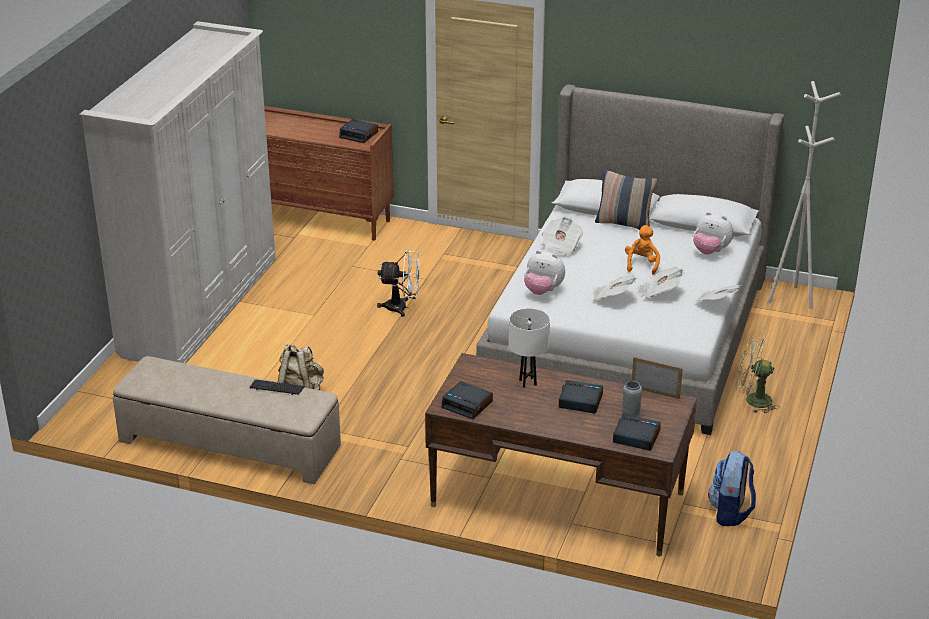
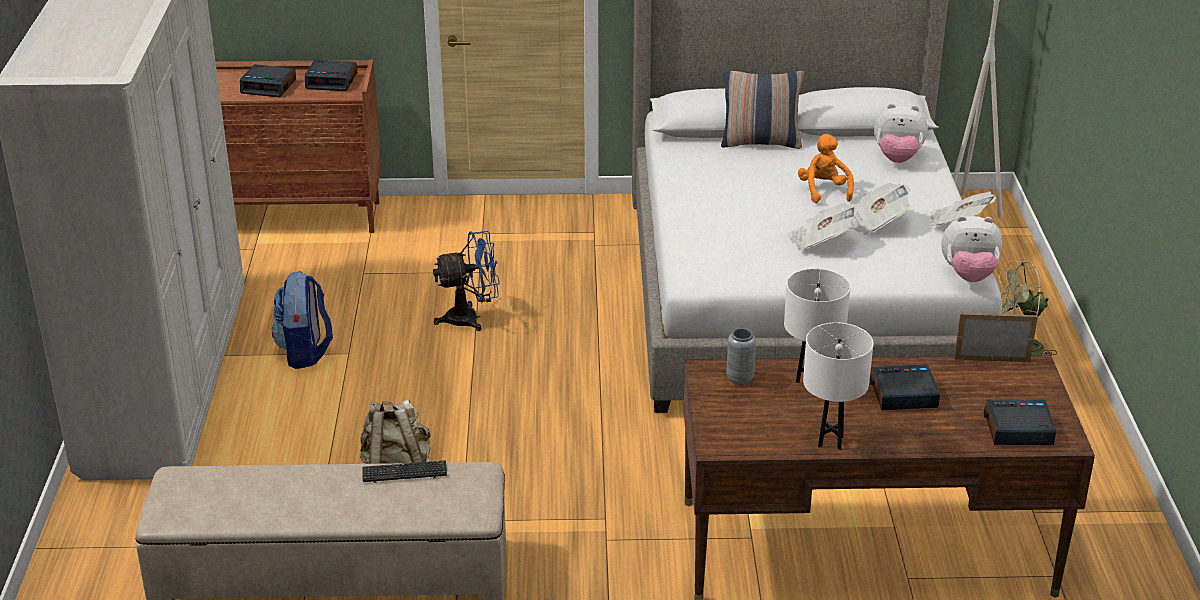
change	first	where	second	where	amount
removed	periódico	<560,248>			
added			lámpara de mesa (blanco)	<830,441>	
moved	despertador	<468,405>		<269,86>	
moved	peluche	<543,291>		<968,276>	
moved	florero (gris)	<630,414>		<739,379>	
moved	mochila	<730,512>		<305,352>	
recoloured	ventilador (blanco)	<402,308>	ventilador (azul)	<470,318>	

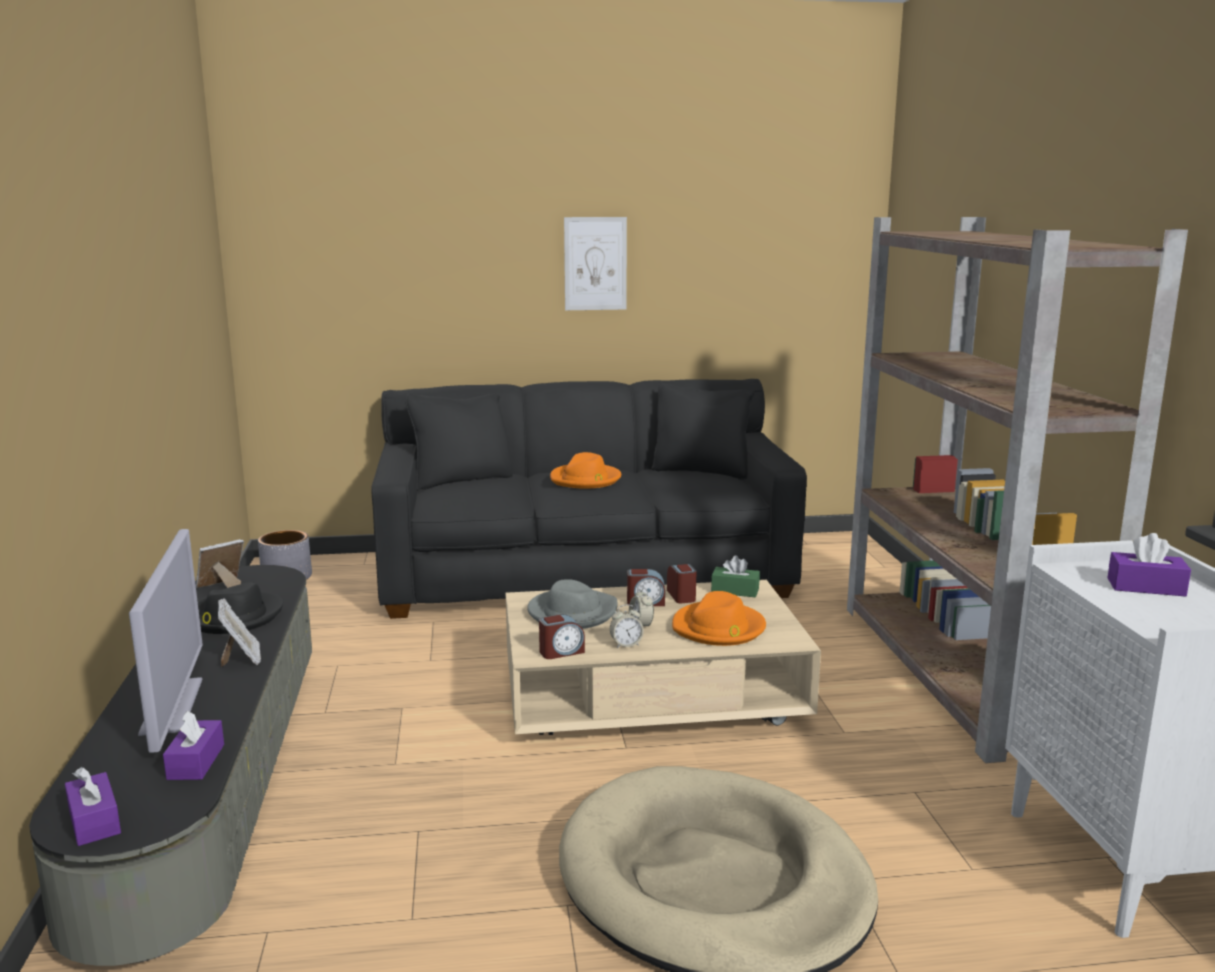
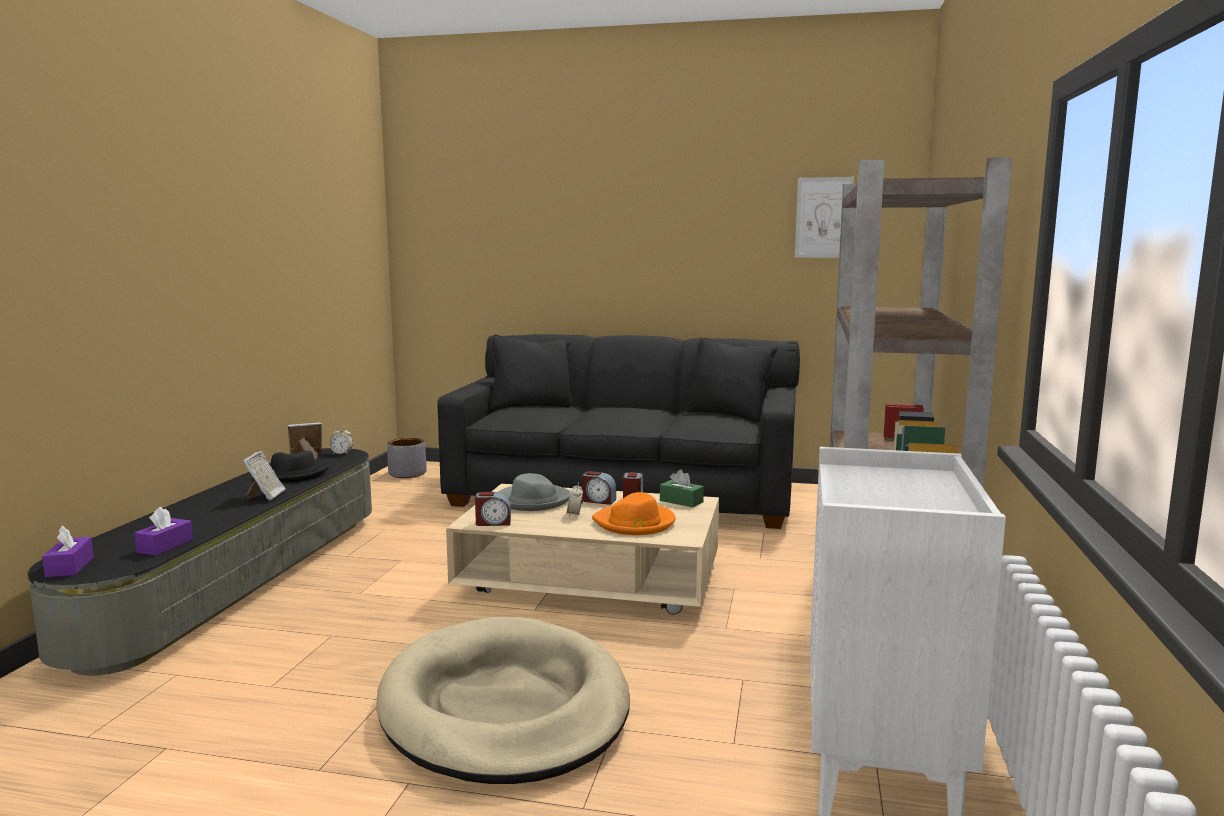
change	first	where	second	where	amount
removed	televisor	<172,706>			
removed	sombrero (naranja)	<585,479>			
removed	caja de pañuelos (morado)	<1146,587>			
moved	cuadro	<595,263>		<823,217>	
moved	despertador	<626,644>		<342,453>	

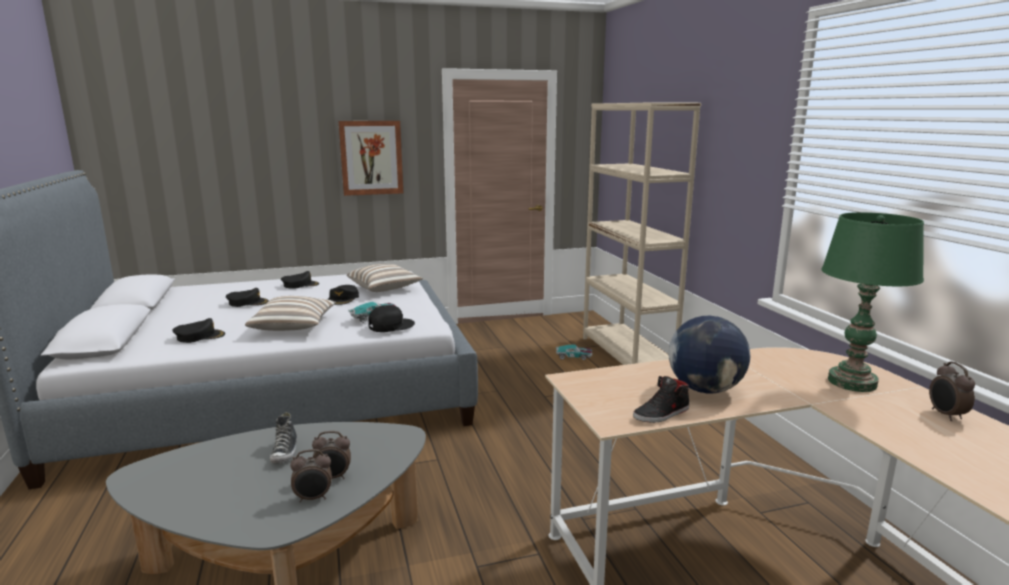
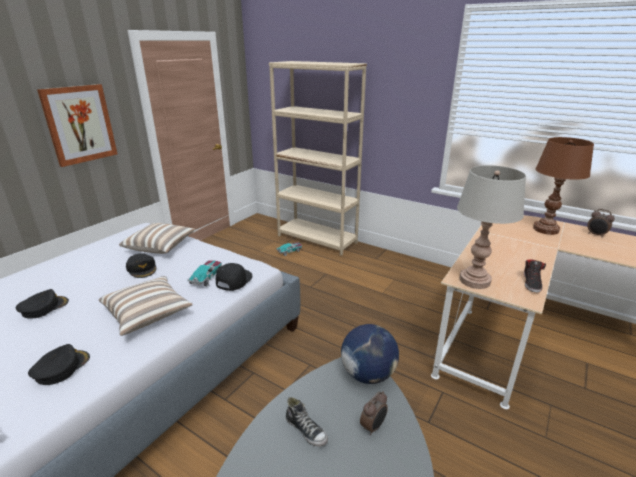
change	first	where	second	where	amount
removed	gorra (negro)	<300,285>			
removed	despertador	<313,498>			
added			lámpara de mesa (gris)	<475,280>	
moved	globo terráqueo	<705,389>		<368,374>	
recoloured	lámpara de mesa (verde)	<852,382>	lámpara de mesa (marrón)	<545,229>	

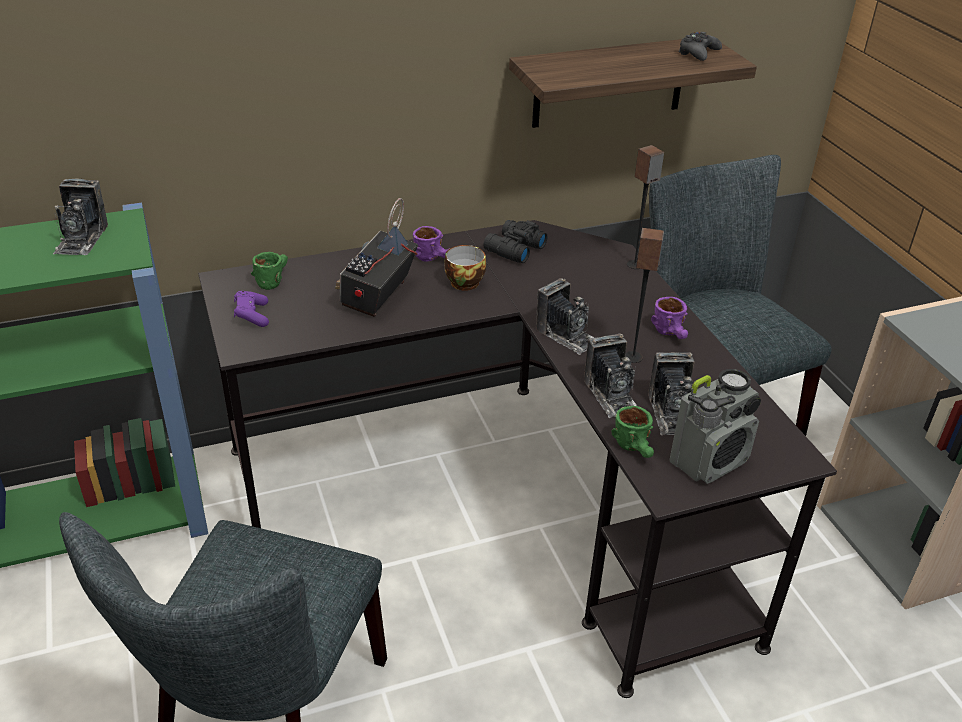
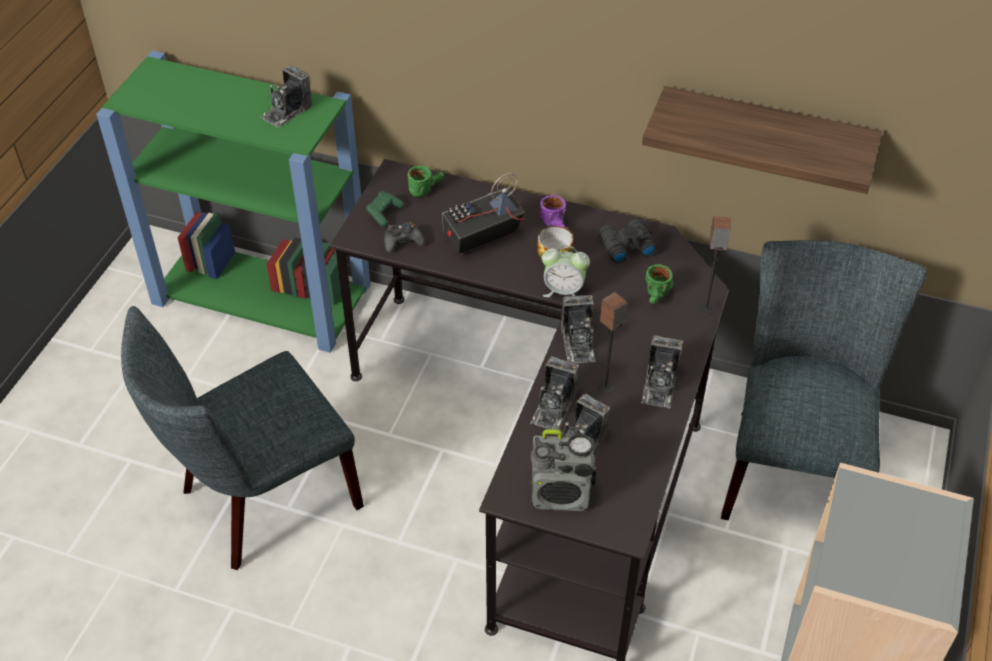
change	first	where	second	where	amount
added			despertador	<563,291>	
moved	taza grande (verde)	<636,449>		<657,297>	
moved	mando de consola (negro)	<698,53>		<402,241>	
replaced	taza grande (morado)	<672,334>	cámara	<659,385>	
recoloured	mando de consola (morado)	<252,316>	mando de consola (verde)	<384,214>	

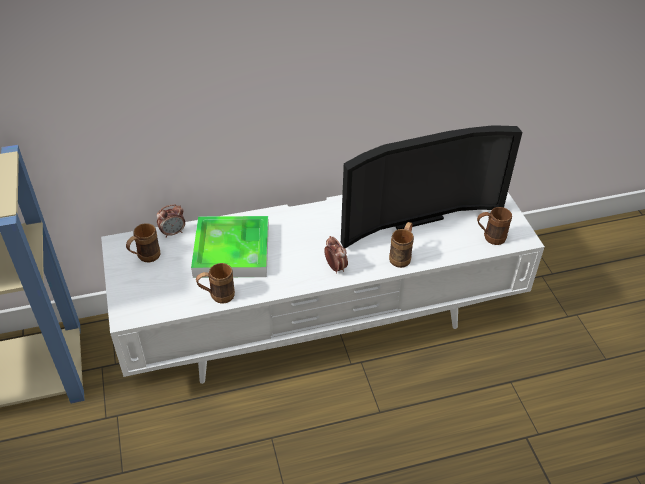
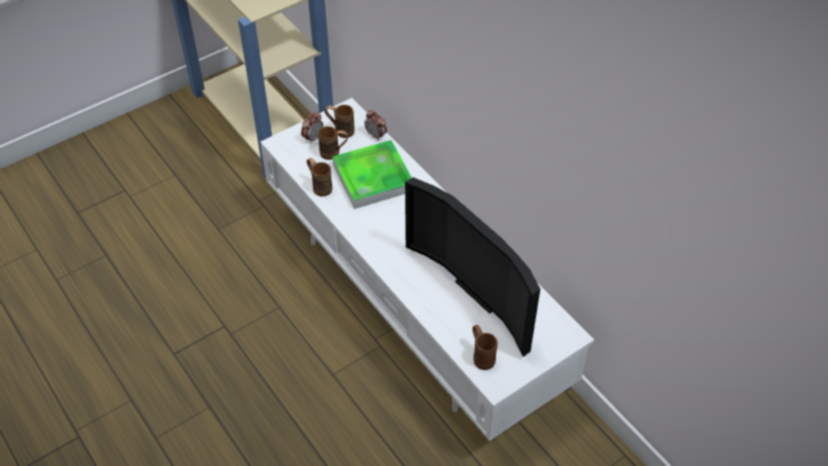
change	first	where	second	where	amount
moved	despertador	<335,267>		<313,138>	
moved	taza grande (marrón)	<402,256>		<334,153>	

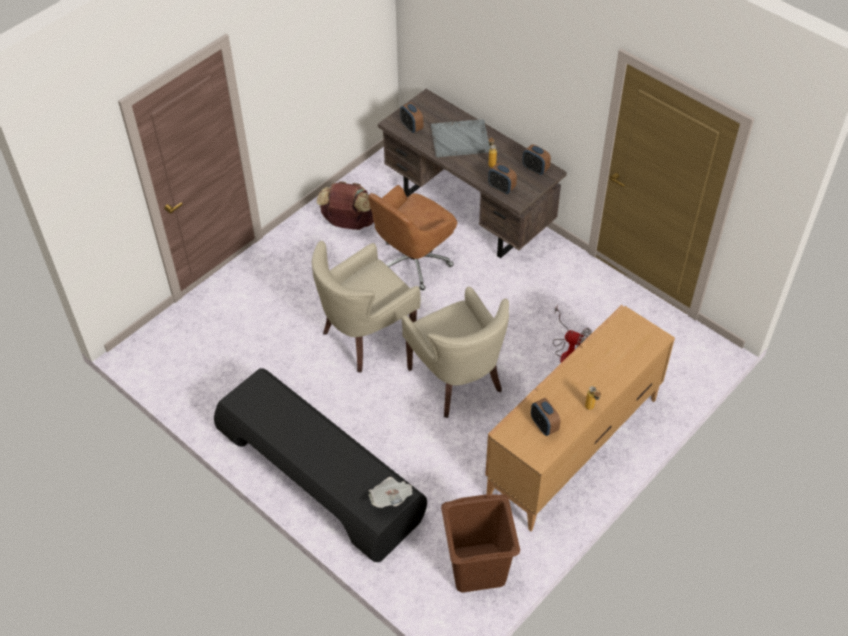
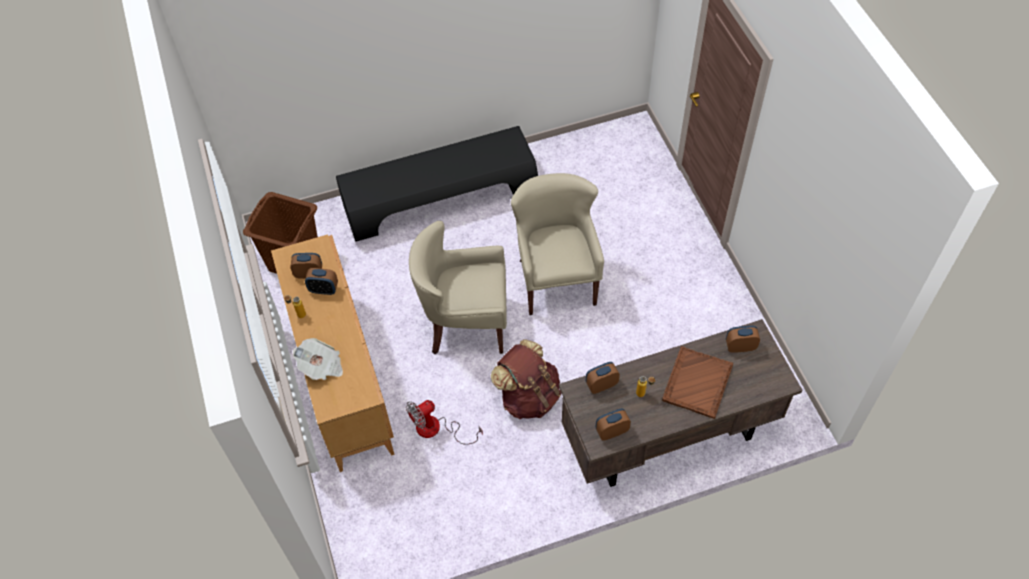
change	first	where	second	where	amount
removed	silla de oficina (marrón)	<413,262>			
added			despertador	<324,289>	
moved	mochila (marrón)	<349,223>		<528,396>	
moved	periódico	<390,498>		<321,366>	
recoloured	bandeja (gris)	<460,139>	bandeja (marrón)	<697,383>	

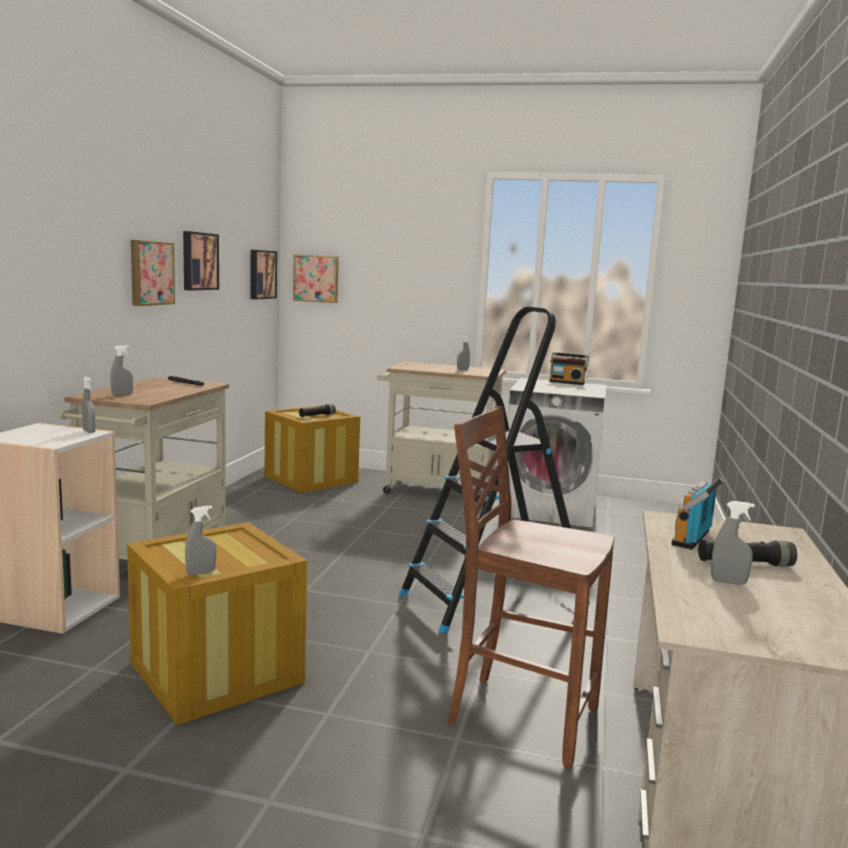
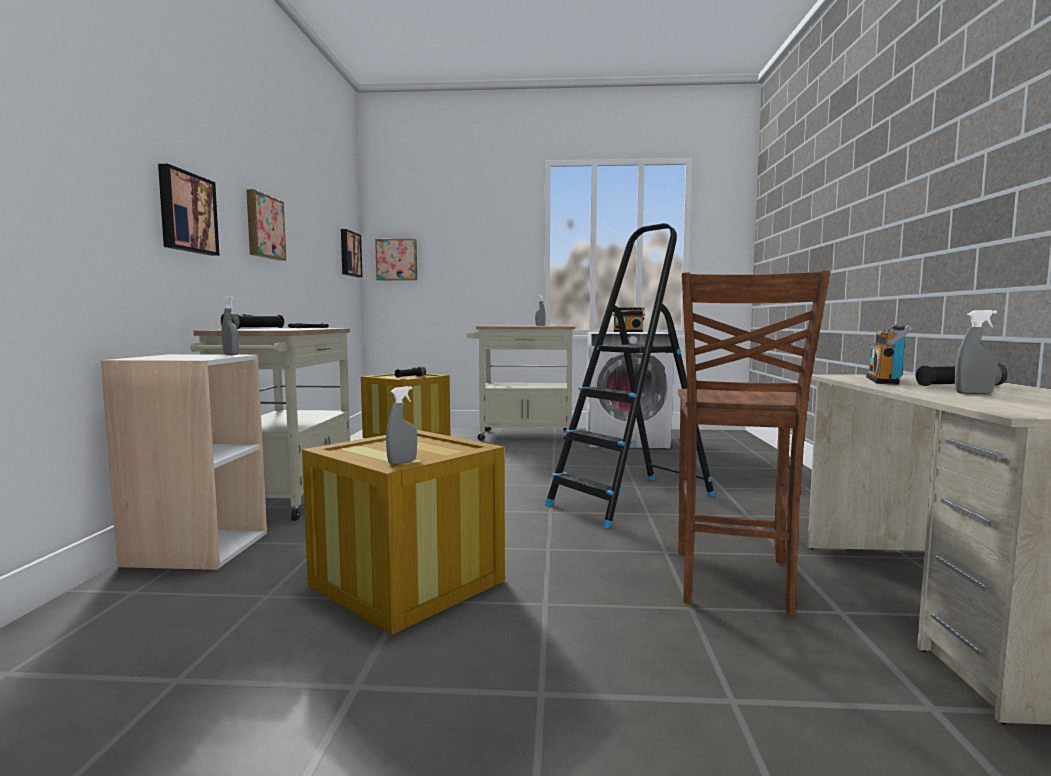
change	first	where	second	where	amount
moved	cuadro	<198,261>		<186,212>	
replaced	pulverizador (gris)	<122,395>	linterna (negro)	<254,329>	
turned	silla (marrón)	<520,716>		<732,581>	90 degrees counterclockwise

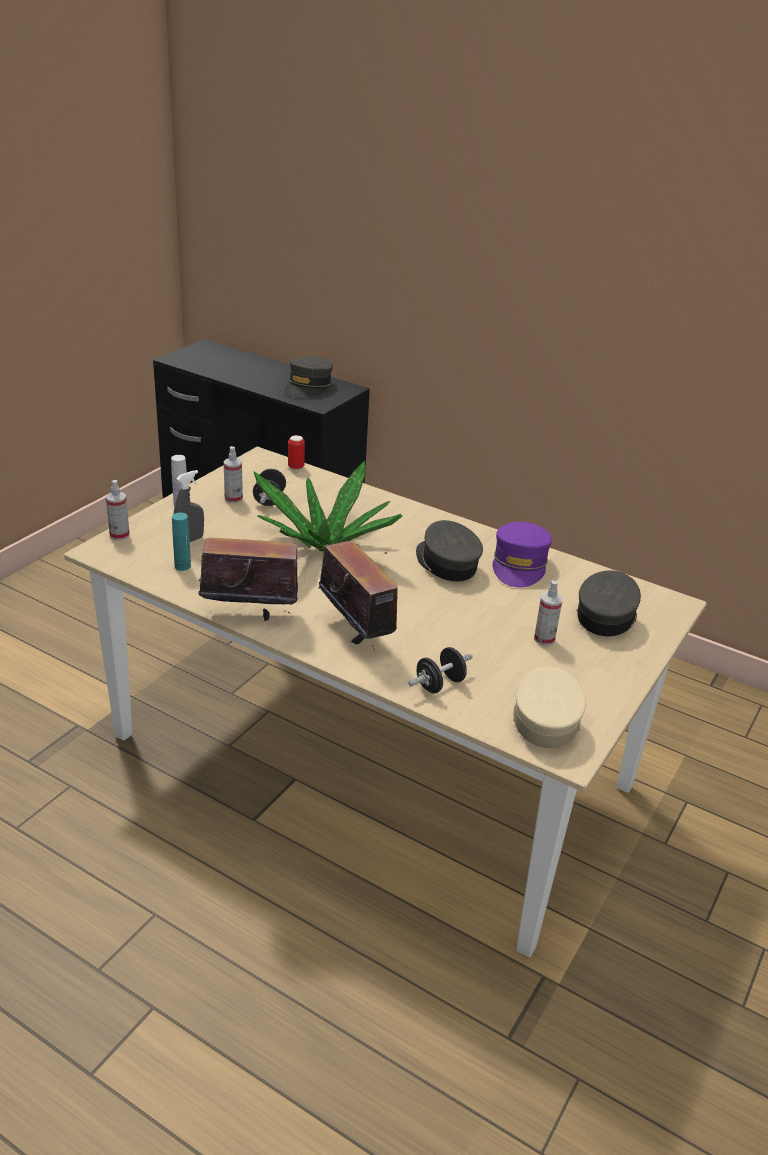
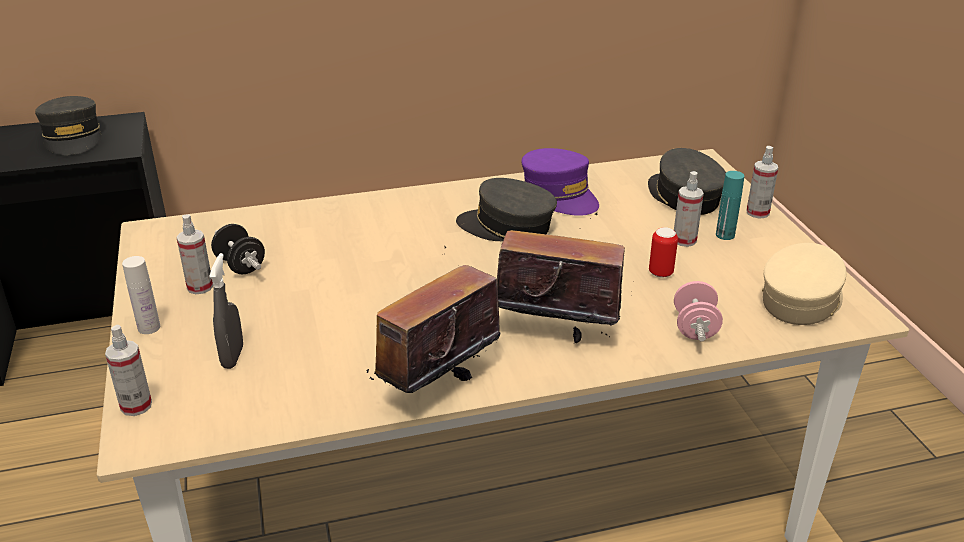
change	first	where	second	where	amount
removed	planta en maceta	<324,545>			
added			pulverizador	<757,212>	
moved	botella (turquesa)	<182,566>		<725,235>	
moved	lata	<296,467>		<660,273>	
recoloured	mancuerna (negro)	<439,684>	mancuerna (rosa)	<695,328>	
turned	gorra (beis)	<545,719>		<801,299>	75 degrees clockwise

